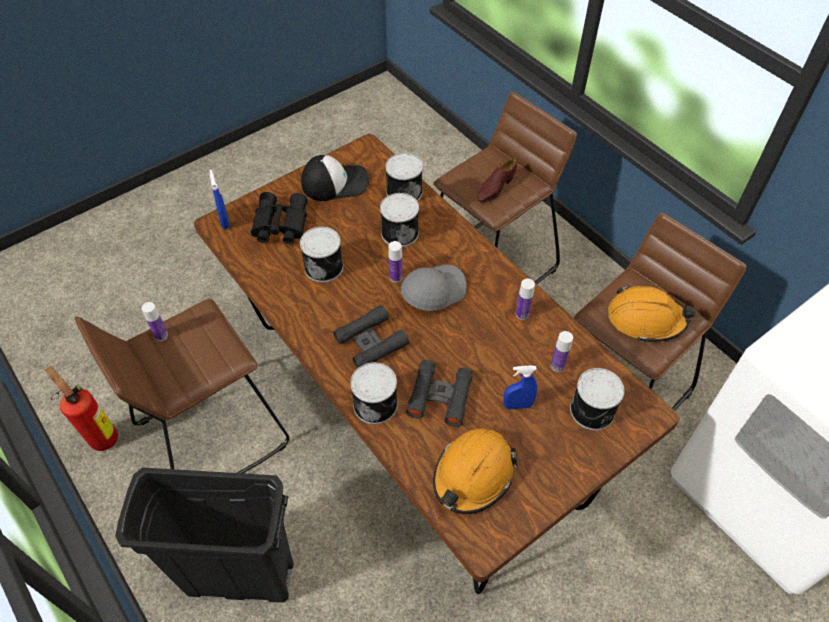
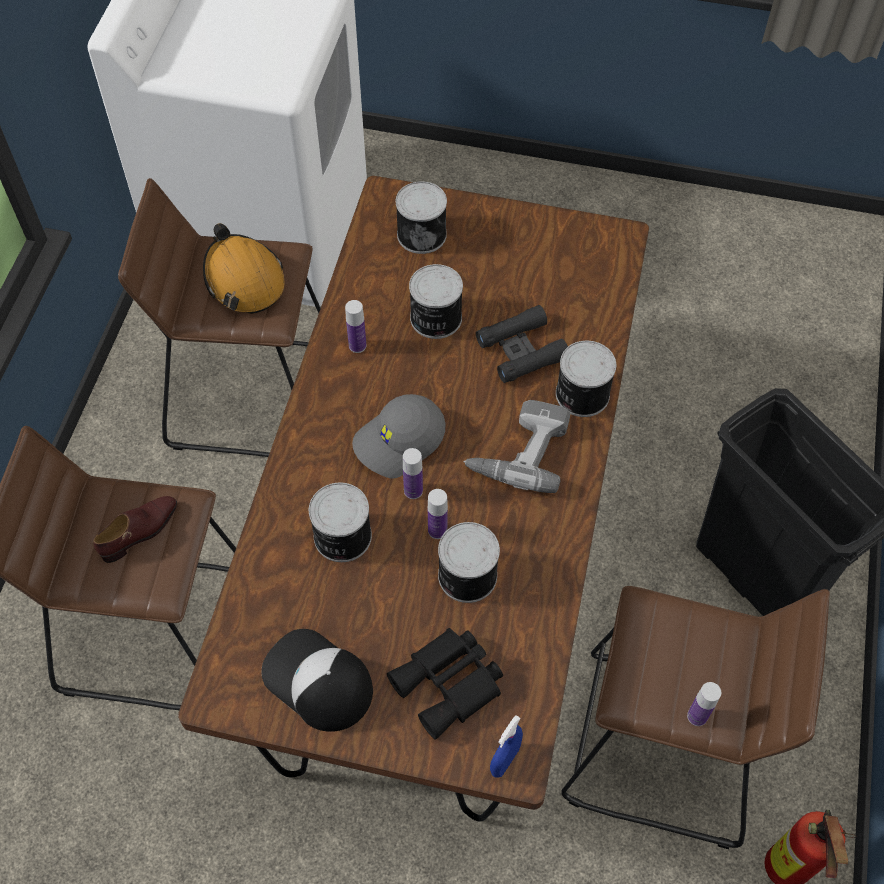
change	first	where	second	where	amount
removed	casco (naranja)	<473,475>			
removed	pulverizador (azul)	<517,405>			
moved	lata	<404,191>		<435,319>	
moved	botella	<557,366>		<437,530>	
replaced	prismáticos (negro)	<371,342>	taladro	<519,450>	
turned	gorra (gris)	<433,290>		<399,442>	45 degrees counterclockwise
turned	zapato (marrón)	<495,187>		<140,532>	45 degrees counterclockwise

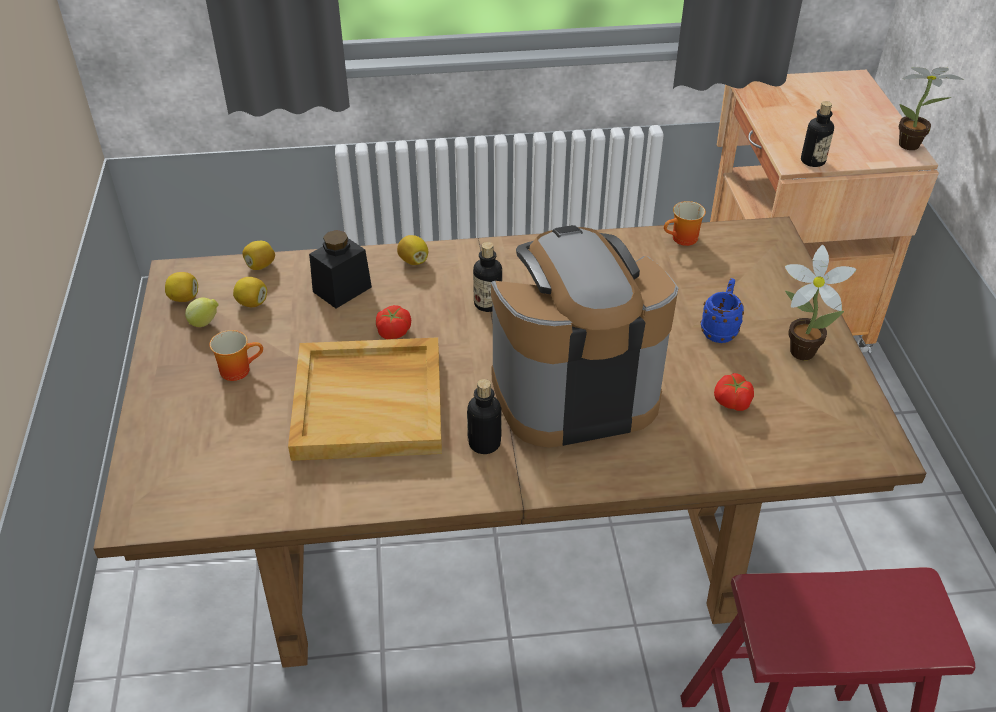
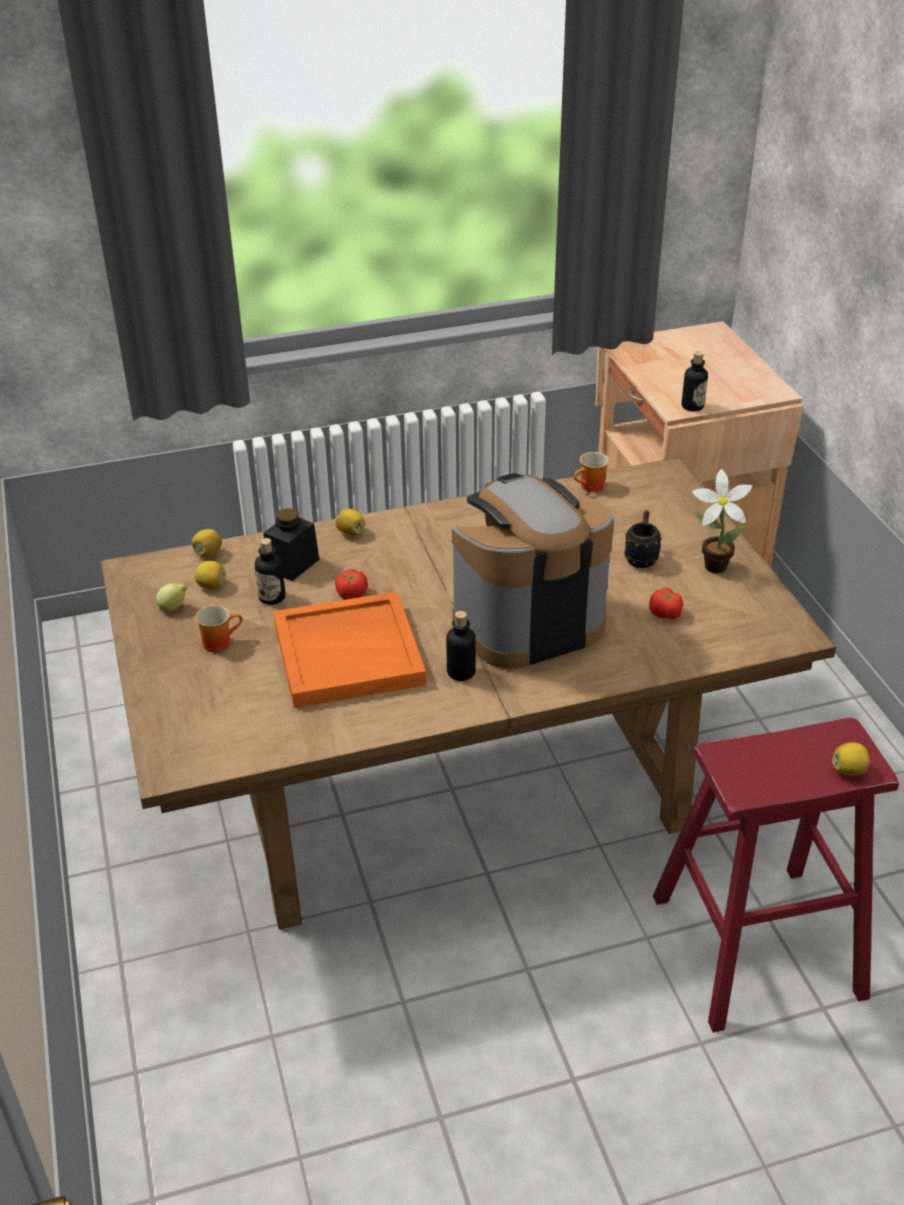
change	first	where	second	where	amount
removed	planta en maceta	<912,146>			
moved	limón	<184,298>		<849,770>	
moved	botella	<488,304>		<272,597>	
recoloured	bandeja (beis)	<370,402>	bandeja (naranja)	<349,653>	
recoloured	taza grande (azul)	<720,329>	taza grande (negro)	<641,557>	

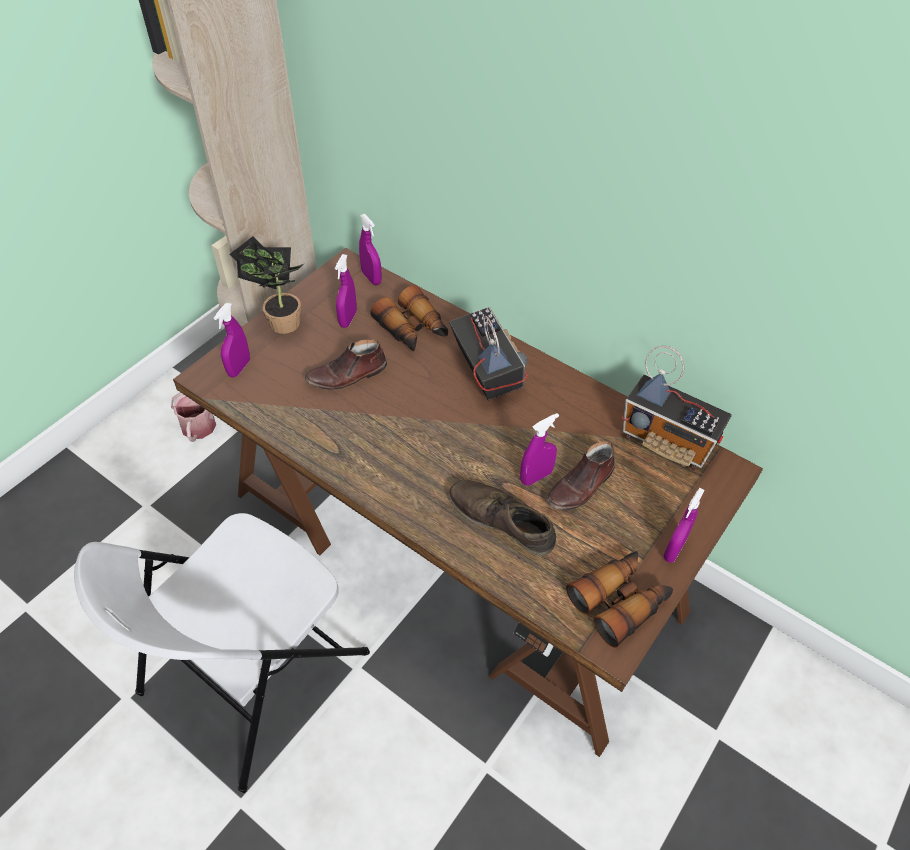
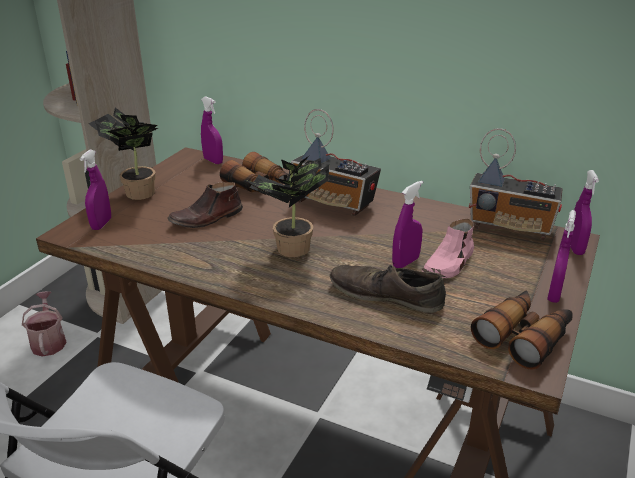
change	first	where	second	where	amount
added			planta en maceta	<290,251>	
moved	pulverizador (morado)	<348,319>		<575,248>	
recoloured	zapato (marrón)	<581,486>	zapato (rosa)	<449,264>	
turned	radio	<487,372>		<334,204>	150 degrees clockwise

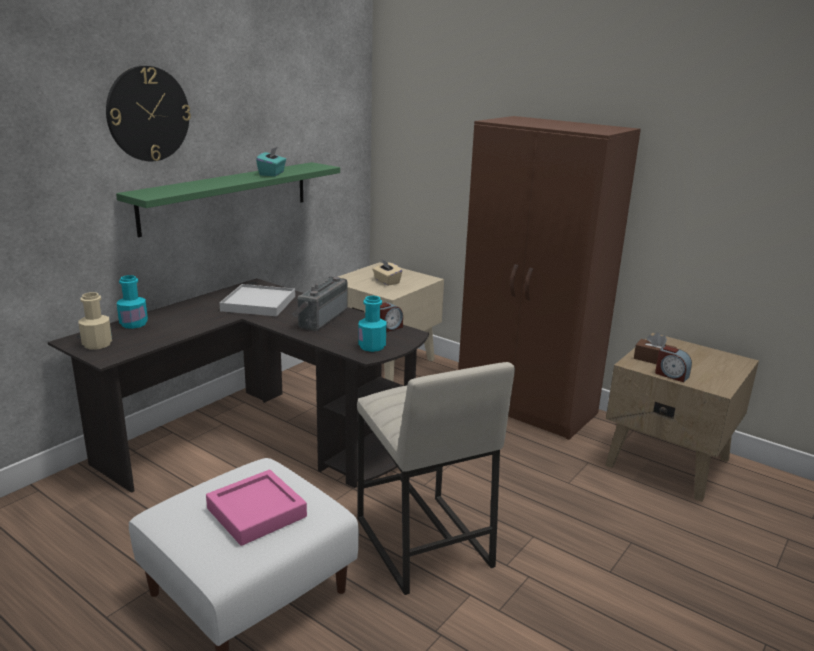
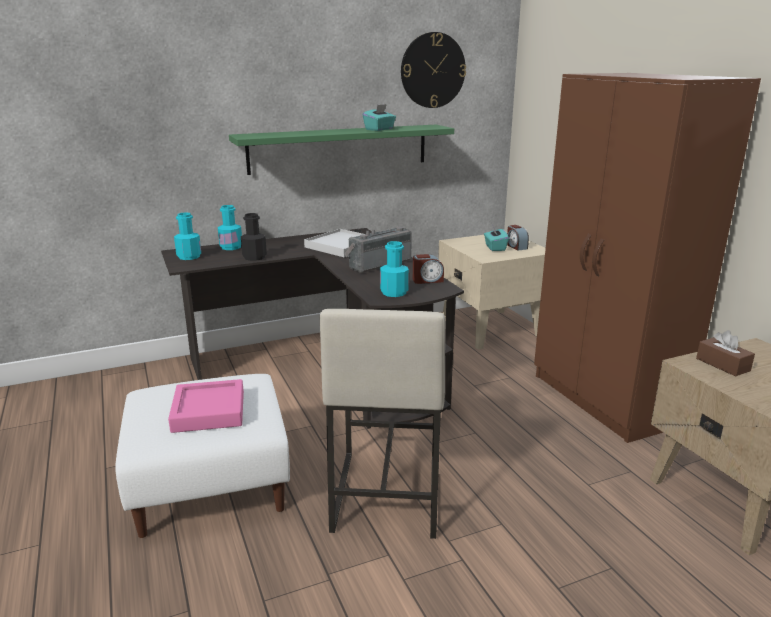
change	first	where	second	where	amount
added			botella (negro)	<254,257>	
moved	reloj de pared	<148,114>		<433,70>	
moved	despertador	<671,375>		<516,246>	
recoloured	botella (beis)	<97,344>	botella (turquesa)	<189,257>	
recoloured	caja de pañuelos (beis)	<386,281>	caja de pañuelos (turquesa)	<495,248>	

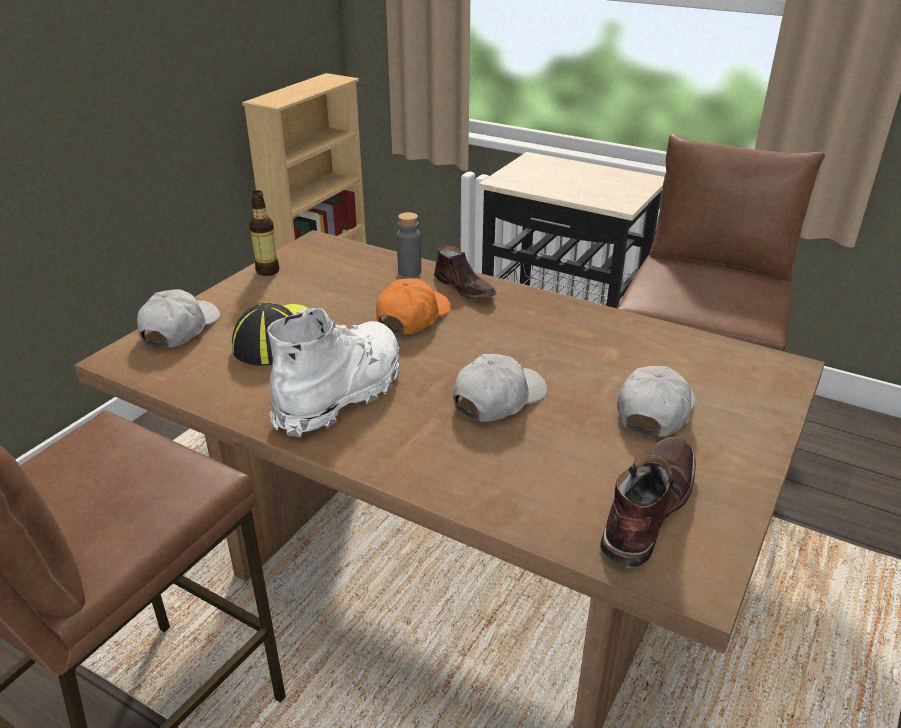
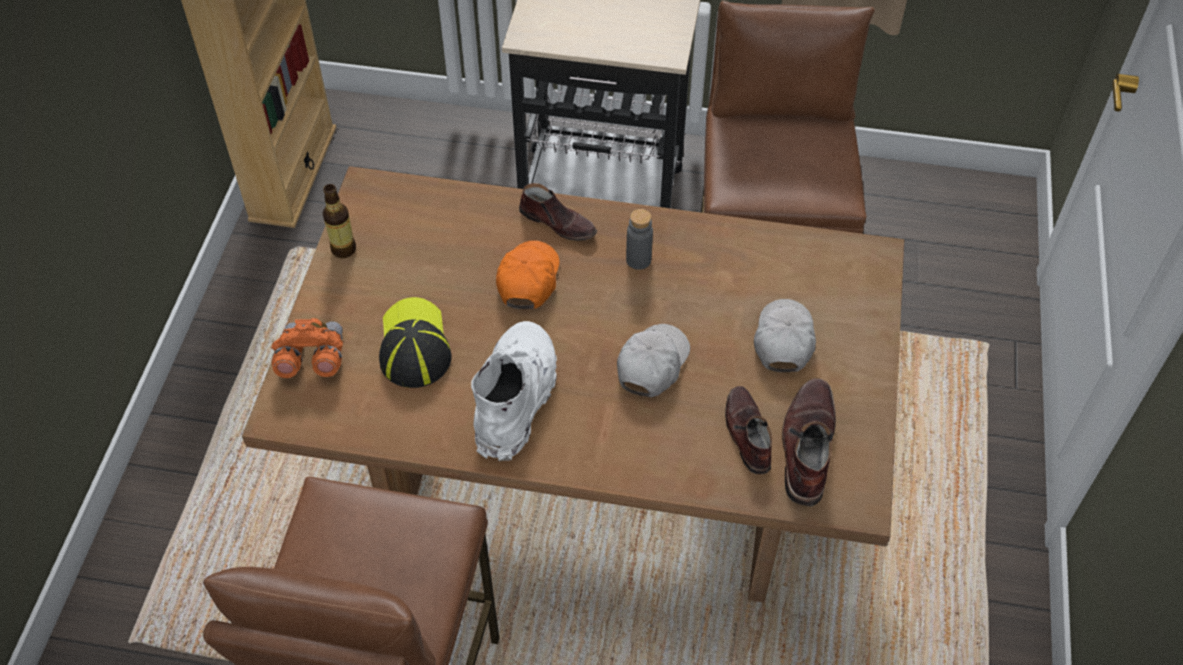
change	first	where	second	where	amount
added			zapato (marrón)	<747,434>	
moved	botella (gris)	<409,272>		<638,260>	
replaced	gorra (blanco)	<179,329>	prismáticos (naranja)	<311,360>	

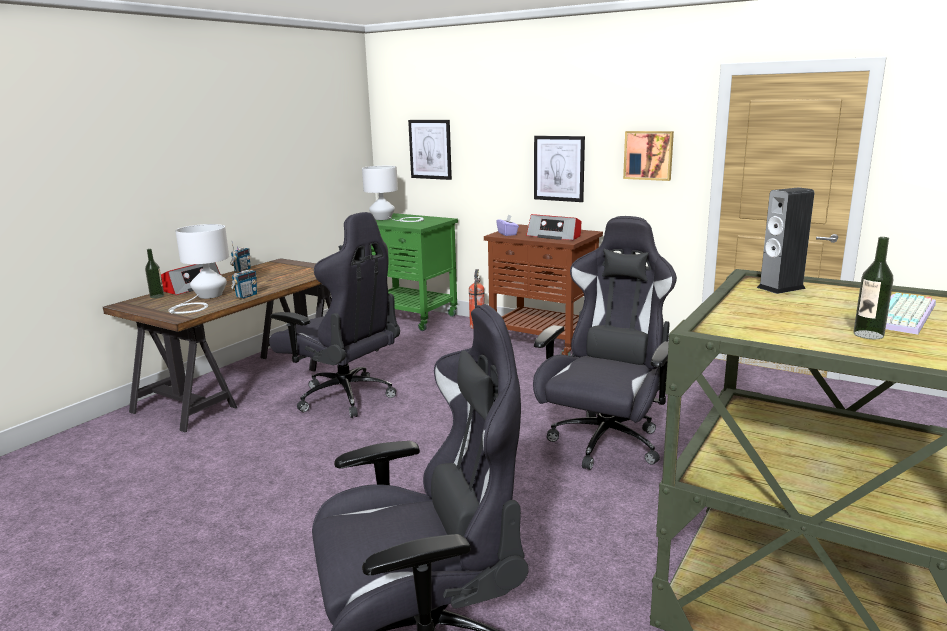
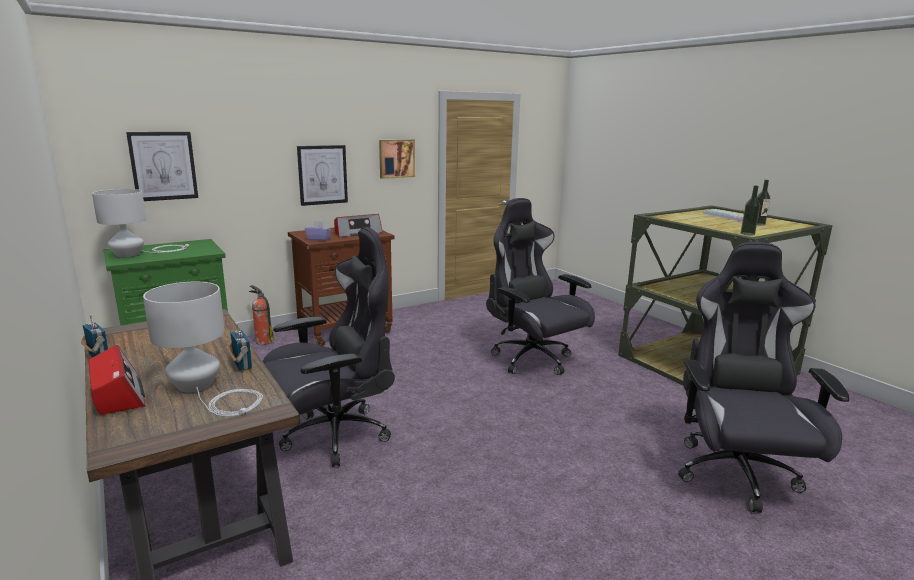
change	first	where	second	where	amount
removed	altavoz	<781,288>			
moved	botella	<157,296>		<747,234>	

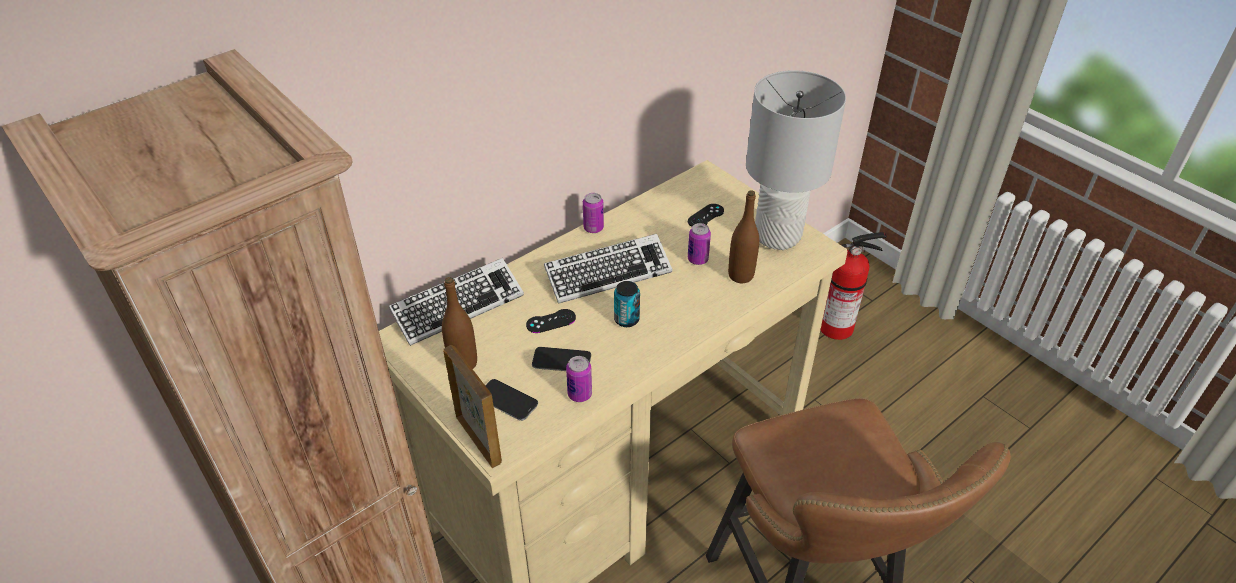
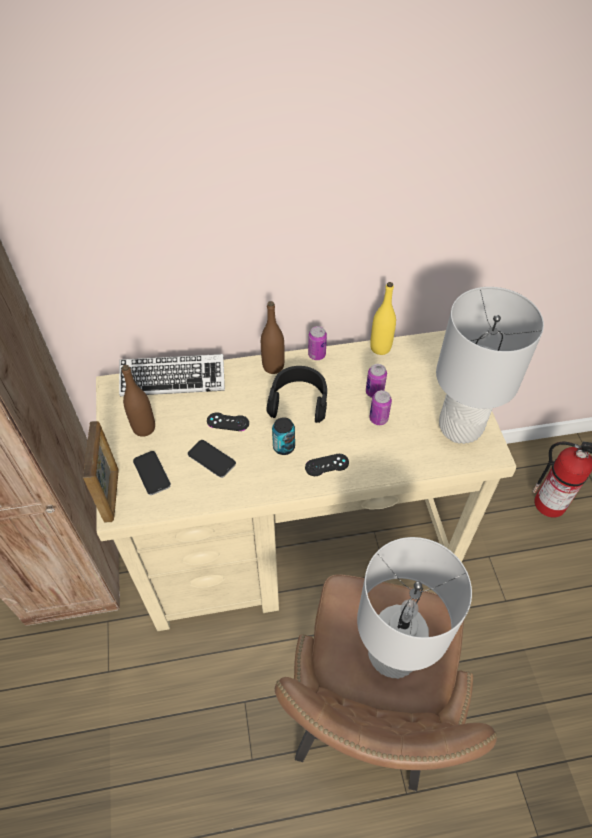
change	first	where	second	where	amount
added			lámpara de mesa (gris)	<392,654>	
added			botella (amarillo)	<380,348>	
moved	lata	<579,394>		<374,392>	
moved	mando de consola (negro)	<705,216>		<327,465>	
moved	botella (marrón)	<740,275>		<273,366>	
replaced	teclado	<608,274>	auriculares (negro)	<298,400>	

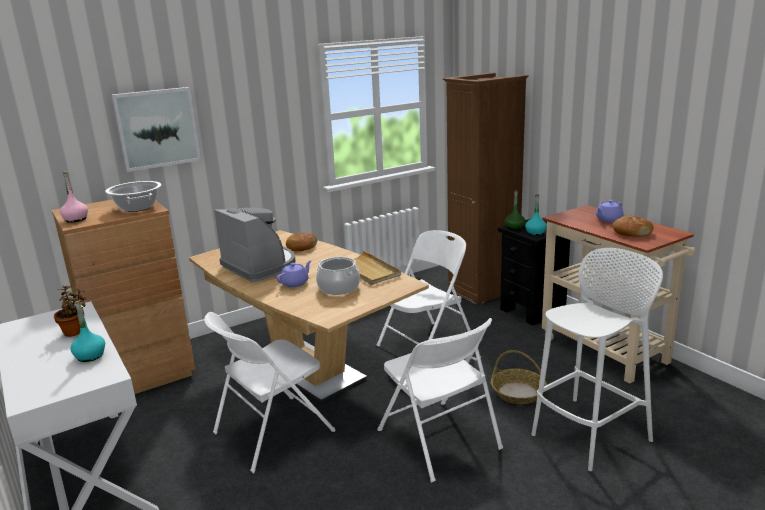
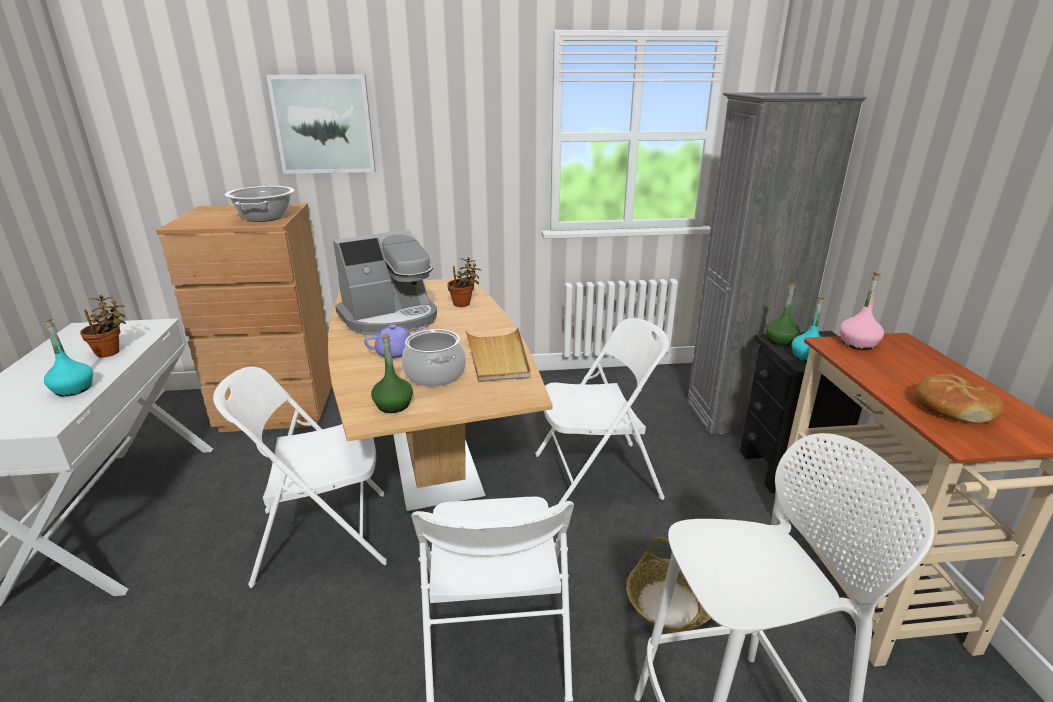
change	first	where	second	where	amount
removed	tetera (morado)	<608,219>			
added			botella (verde)	<393,405>	
moved	botella (rosa)	<76,219>		<858,344>	
replaced	pan	<301,247>	planta en maceta	<464,304>	
recoloured	armario (marrón)	<483,290>	armario (gris)	<735,415>	
turned	cafetera	<260,266>		<390,318>	75 degrees clockwise

